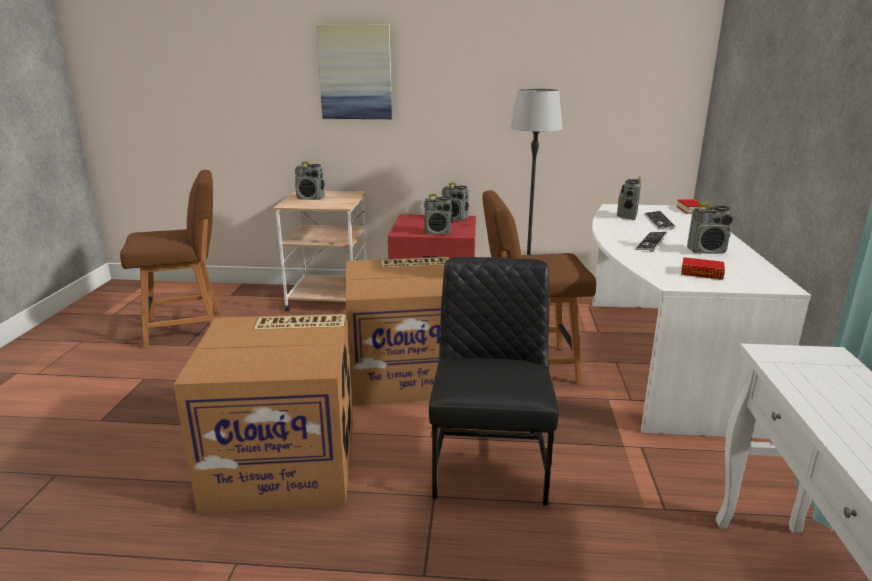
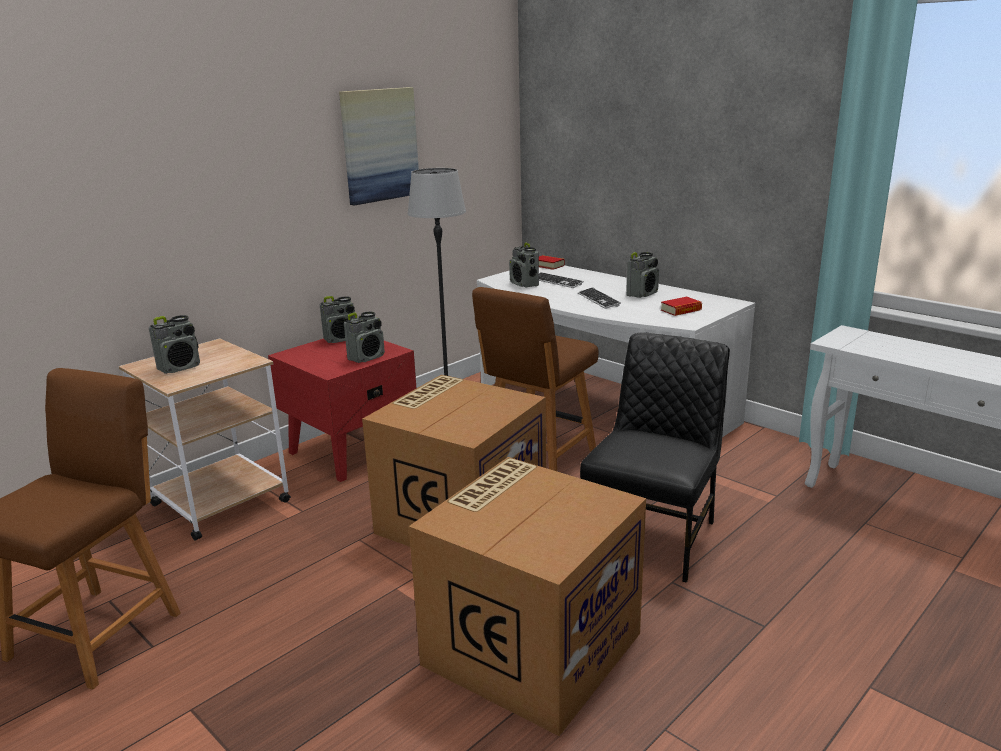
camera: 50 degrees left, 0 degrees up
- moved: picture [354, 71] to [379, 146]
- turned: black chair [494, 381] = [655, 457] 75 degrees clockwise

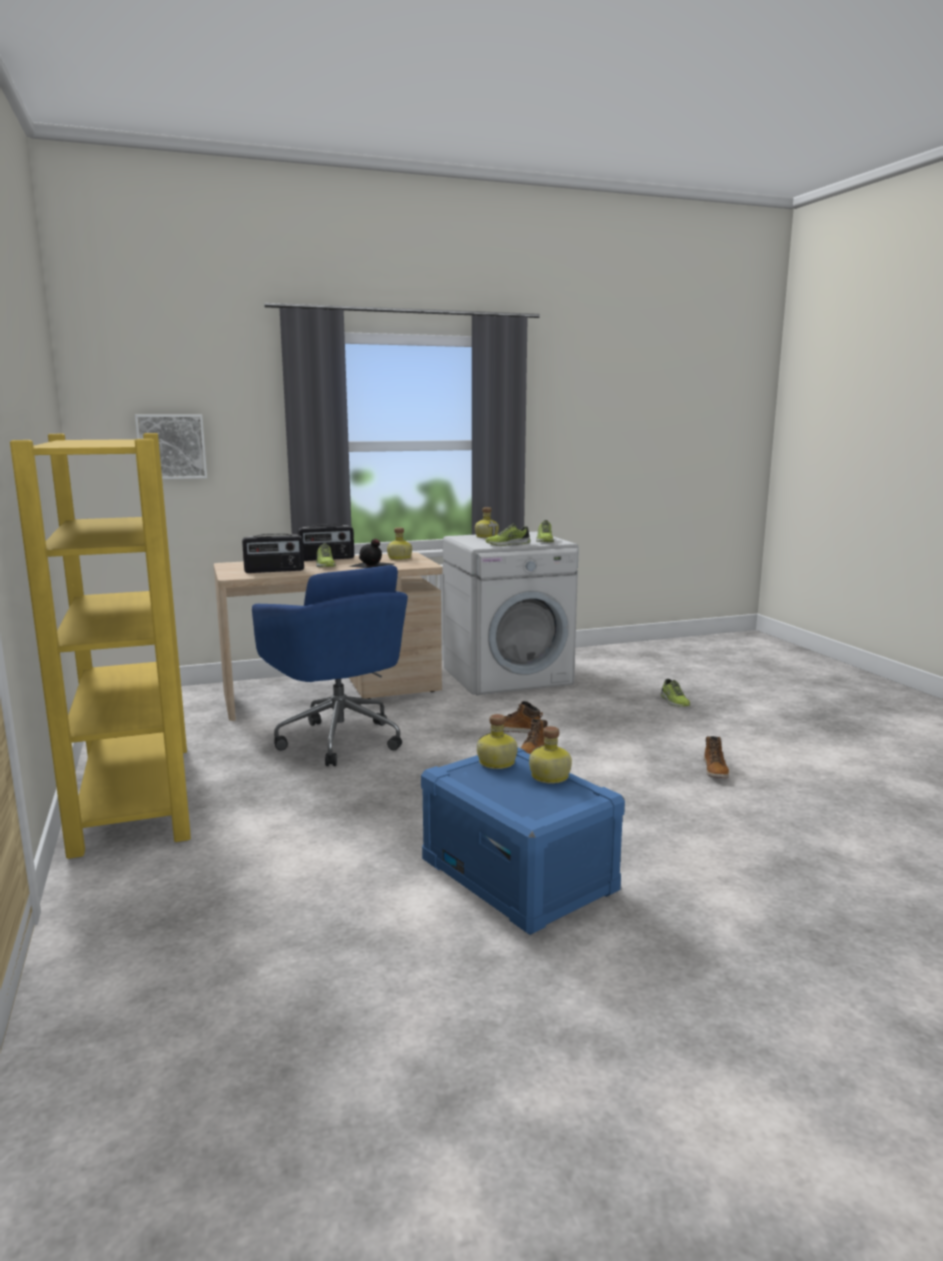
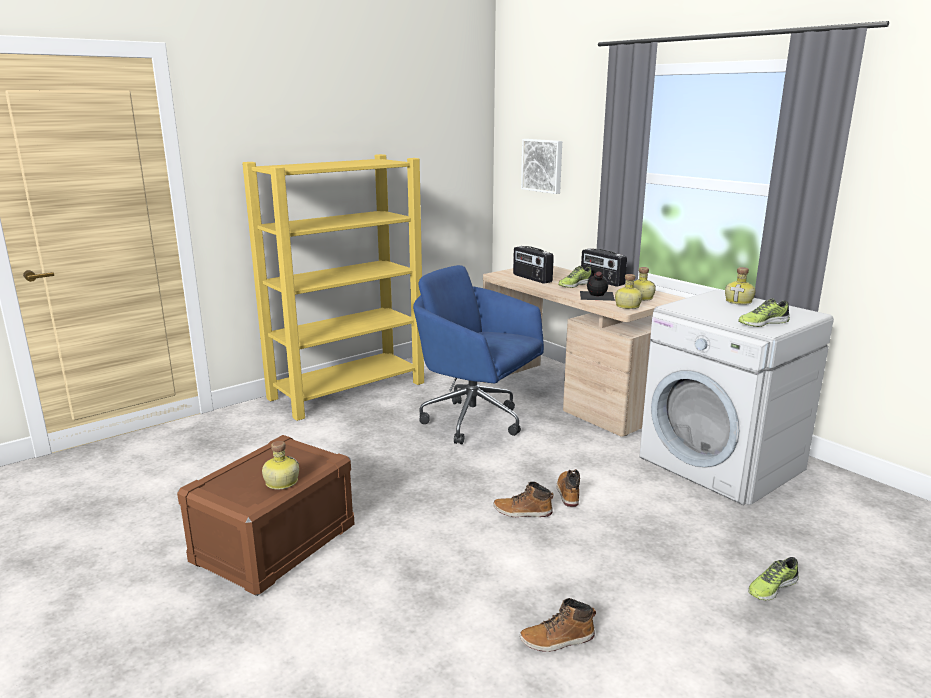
camera: 70 degrees right, 5 degrees up
- removed: shoe [508, 535]
- turned: blue office chair [330, 665] = [478, 354] 90 degrees clockwise
- moved: bottle [497, 741] to [628, 291]
- recoloured: blue storage box [523, 841] to brown storage box [265, 515]

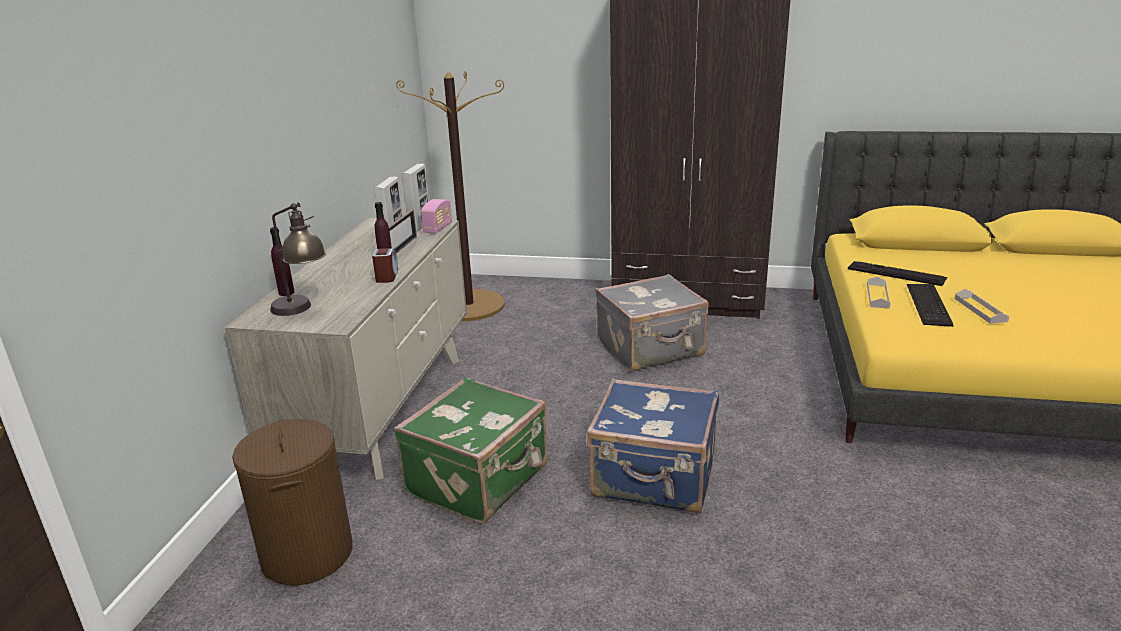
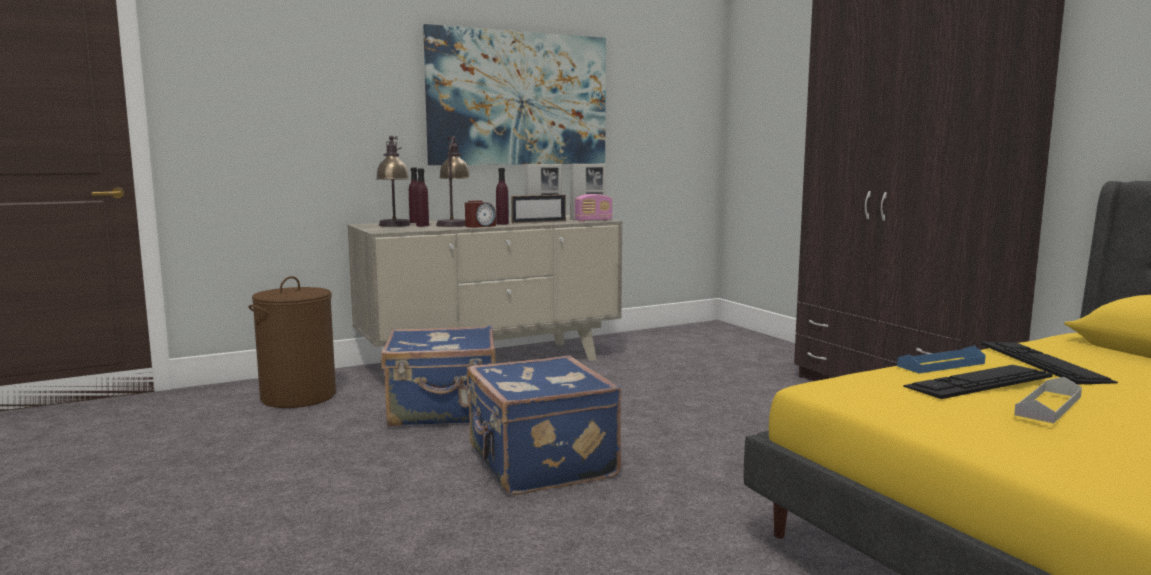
camera: 50 degrees right, 15 degrees down
- removed: brown clothes rack [450, 196]
- removed: grey suitcase [652, 323]
- recoloured: grey tray [879, 292] to blue tray [941, 359]
- recoloured: green suitcase [471, 450] to blue suitcase [438, 376]
- added: picture [514, 94]
- added: table lamp [453, 181]
- added: purple bottle [422, 197]

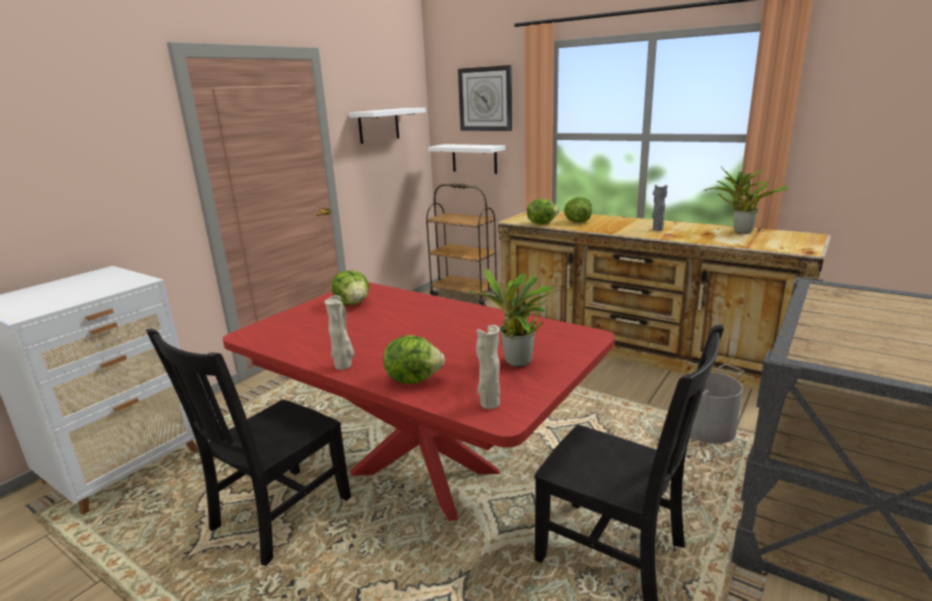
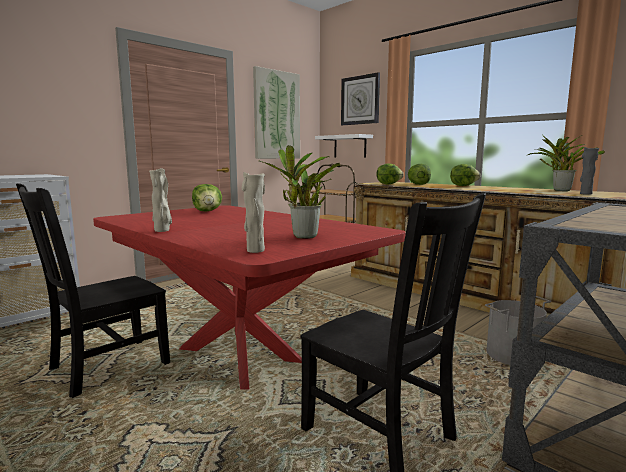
camera: 10 degrees right, 10 degrees down
- replaced: white shelf [387, 126] to picture [276, 112]
- moved: grey vase [660, 207] to [589, 171]
- moved: lettuce [414, 359] to [465, 175]

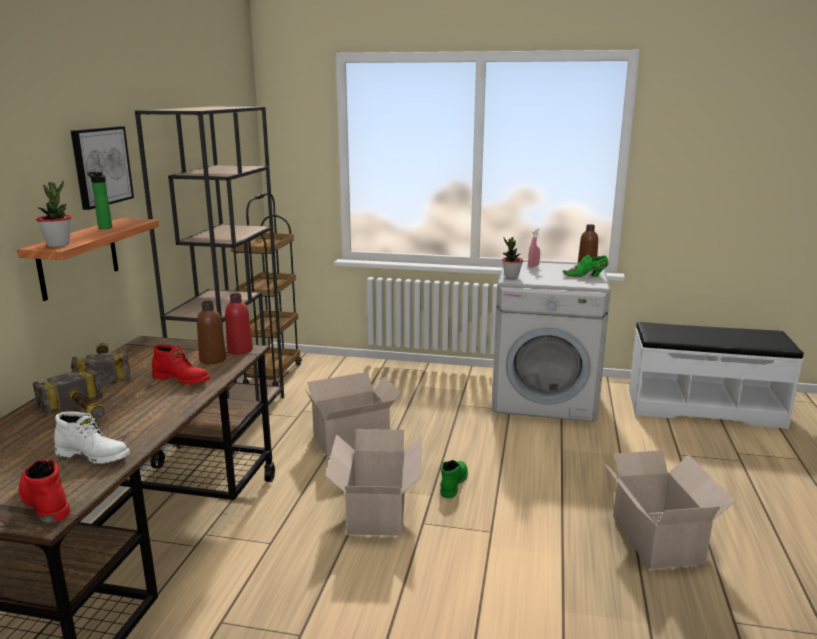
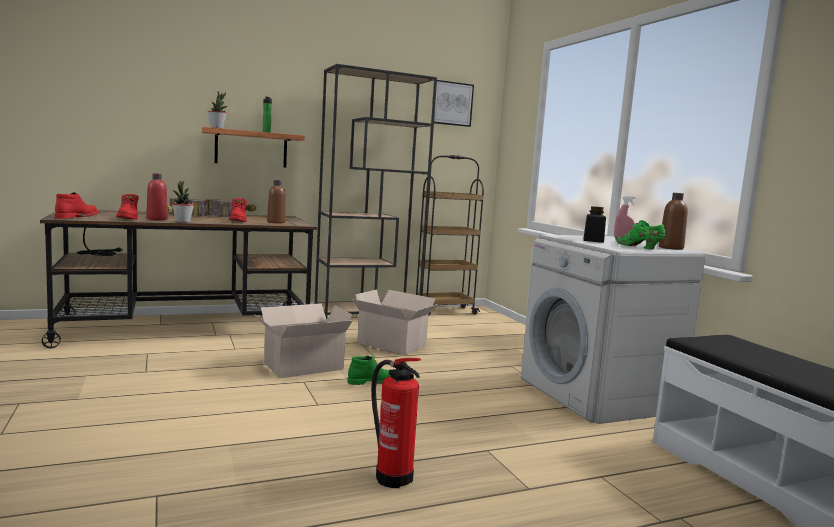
camera: 55 degrees right, 10 degrees down
- moved: picture [102, 168] to [454, 103]
- moved: potted plant [512, 258] to [183, 202]
- moved: red bottle [239, 323] to [157, 196]
- recoloured: white boot [92, 438] to red boot [127, 207]
- replaced: cardboard box [668, 509] to fire extinguisher [396, 423]
- added: black jar [595, 224]

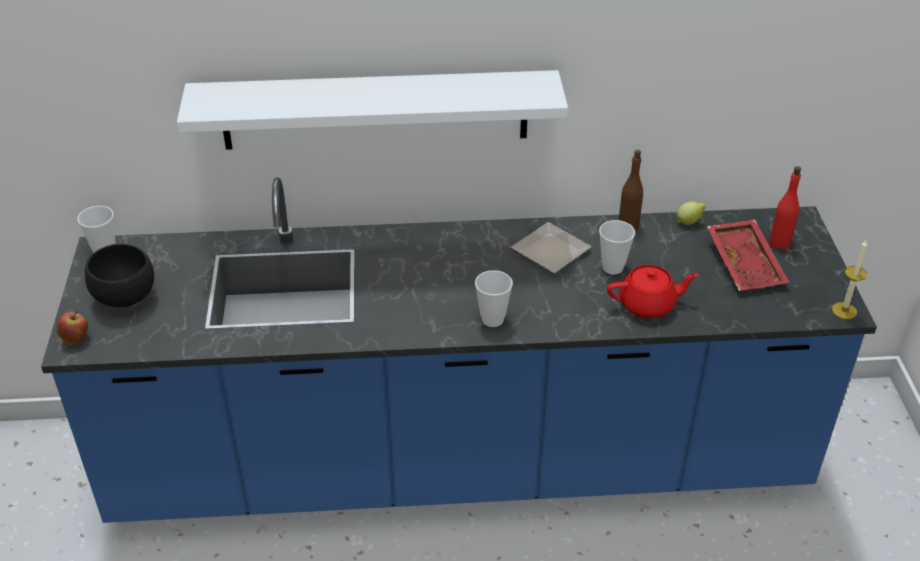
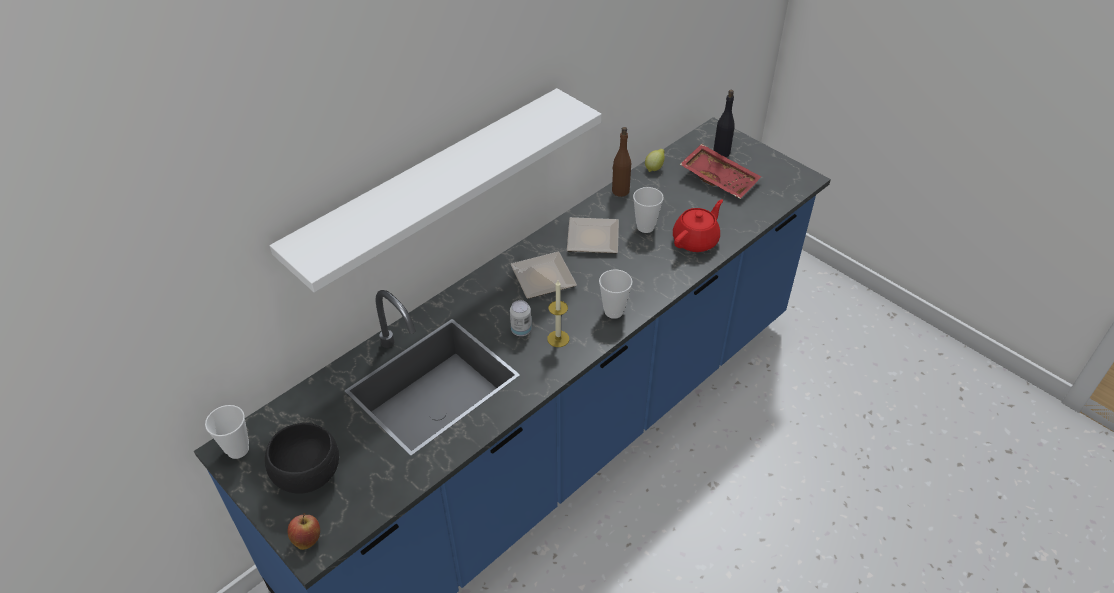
camera: 40 degrees left, 5 degrees up
- recoloured: red bottle [785, 207] to black bottle [724, 123]
- moved: candle [849, 279] to [558, 314]
- added: plate [544, 275]
- added: can [521, 318]

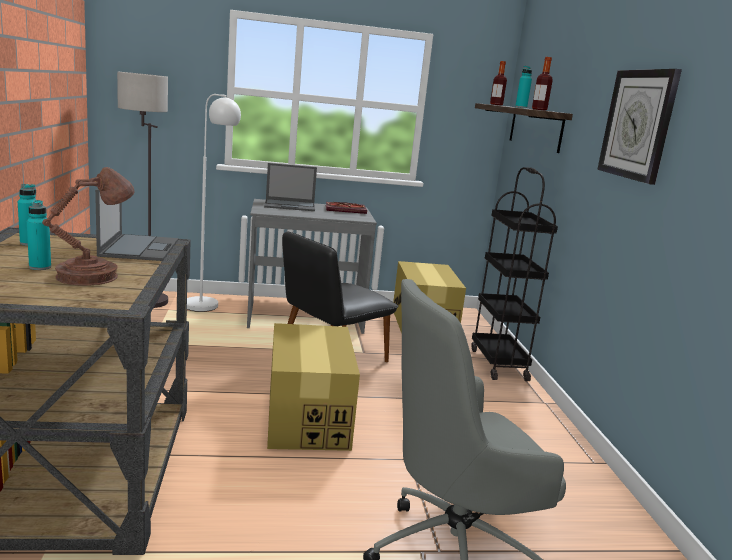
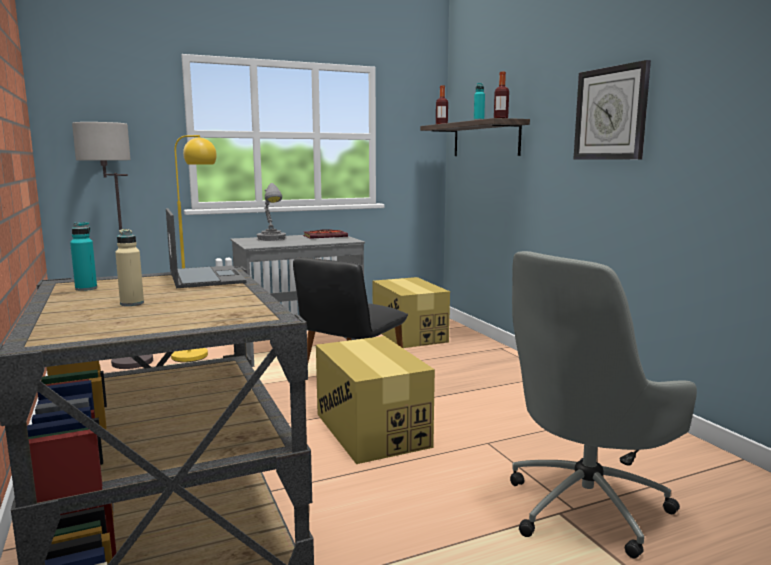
camera: 15 degrees left, 5 degrees down
- recoloured: white floor lamp [214, 203] to yellow floor lamp [194, 248]
- replaced: laptop [290, 187] to grey table lamp [271, 212]
- removed: brown table lamp [88, 226]
- removed: black cart [514, 274]
- recoloured: turquoise bottle [39, 235] to beige bottle [129, 267]

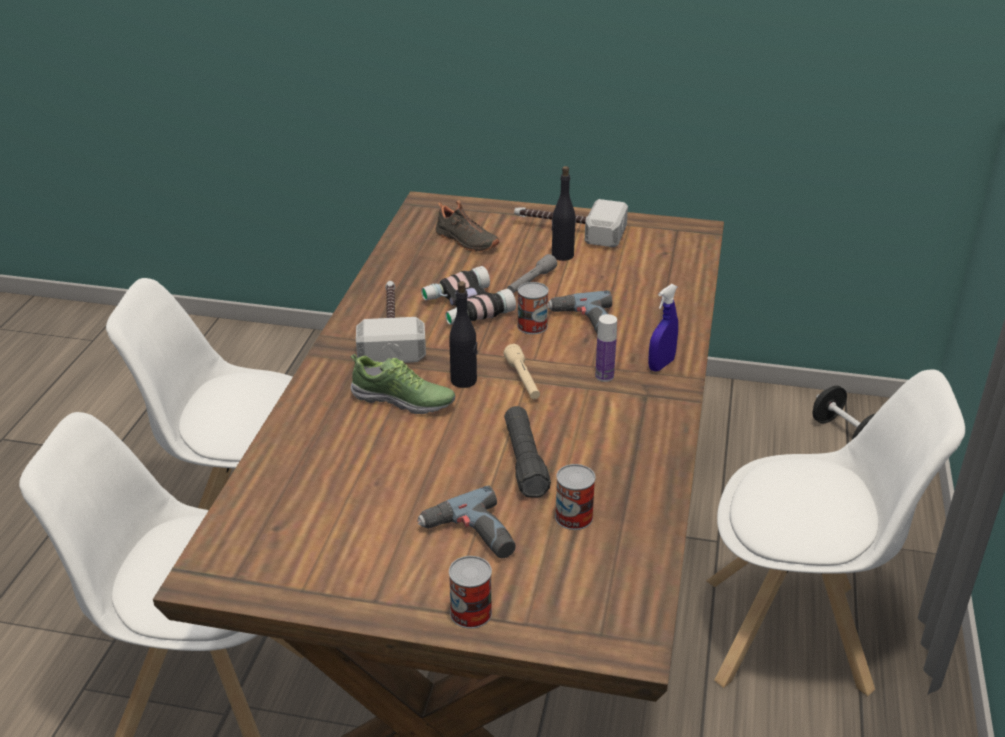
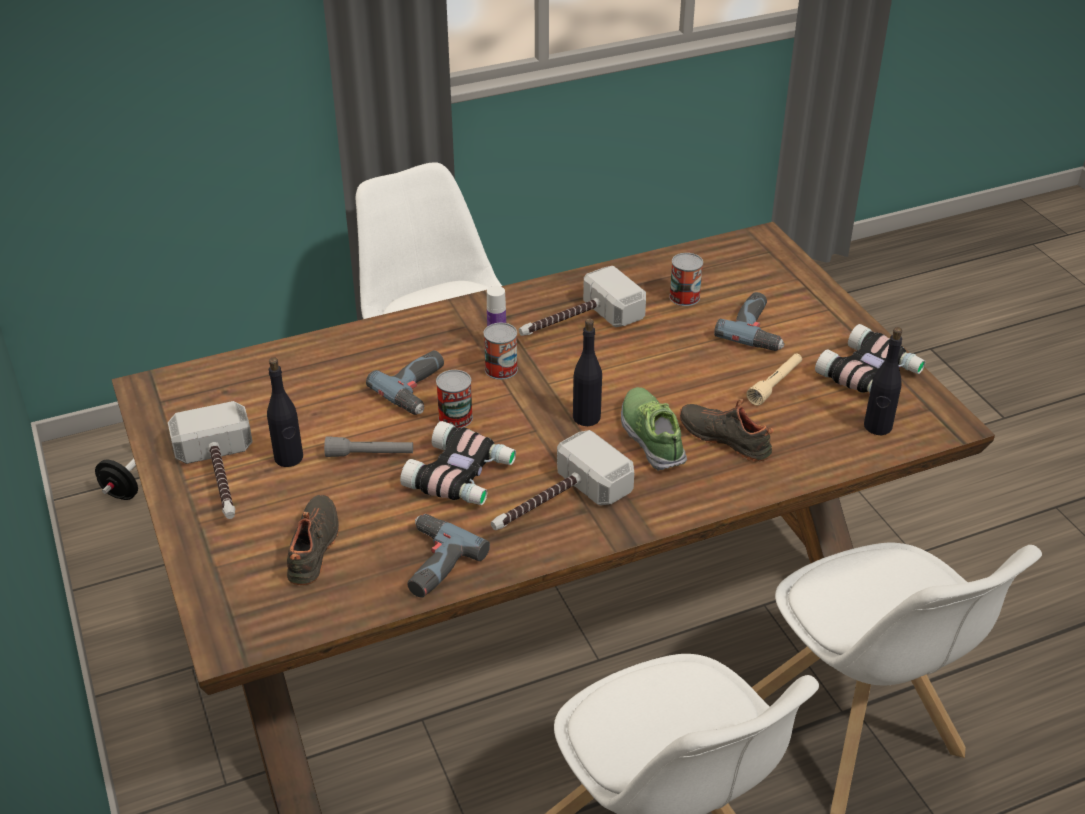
camera: 125 degrees left, 5 degrees up
- removed: blue spray bottle [663, 327]
- moved: beige flashlight [522, 371] to [774, 379]
- removed: black flashlight [527, 452]
- moved: can [470, 592] to [500, 351]
- added: hammer [582, 301]
- added: binoculars [870, 358]
- added: black bottle [883, 381]
- added: black shoe [726, 430]
- added: power drill [448, 556]

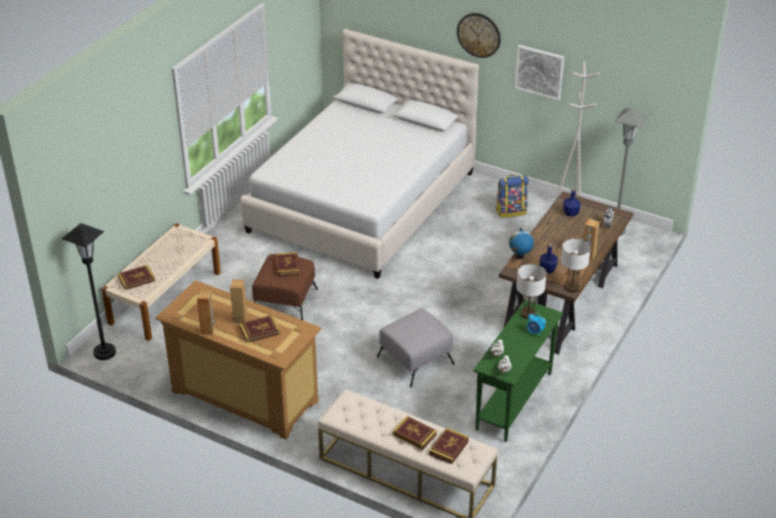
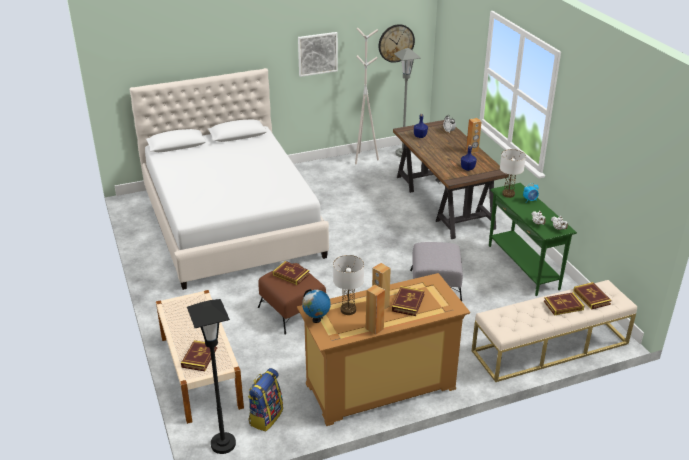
camera: 50 degrees left, 5 degrees down
- moved: wall clock [479, 35] to [397, 43]
- moved: backpack [512, 196] to [265, 400]
- moved: globe [521, 243] to [316, 306]
- moved: table lamp [576, 265] to [348, 285]

